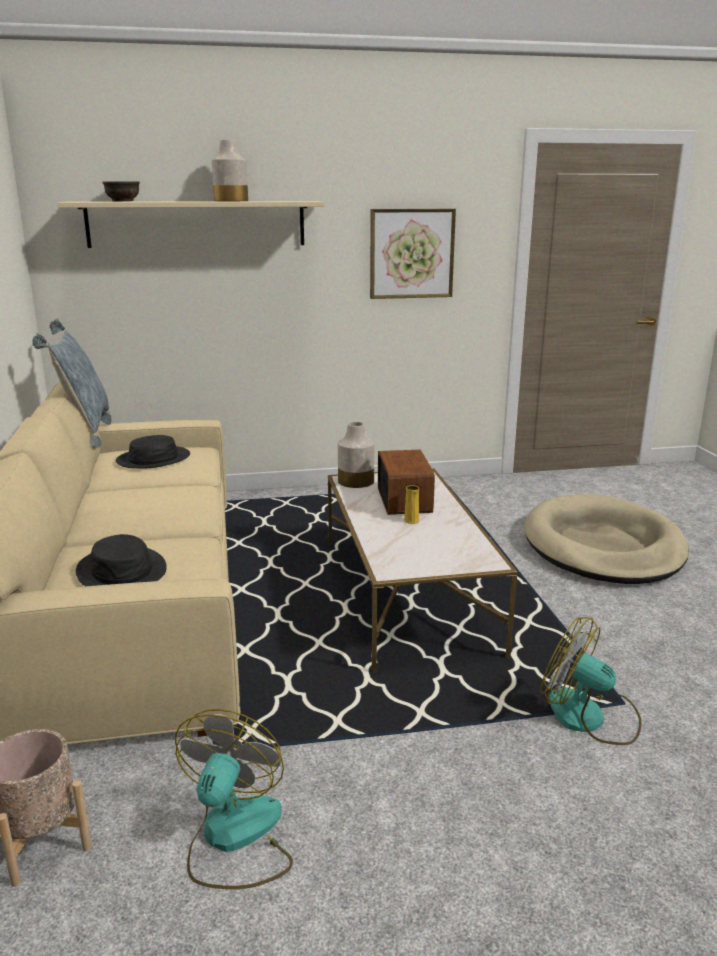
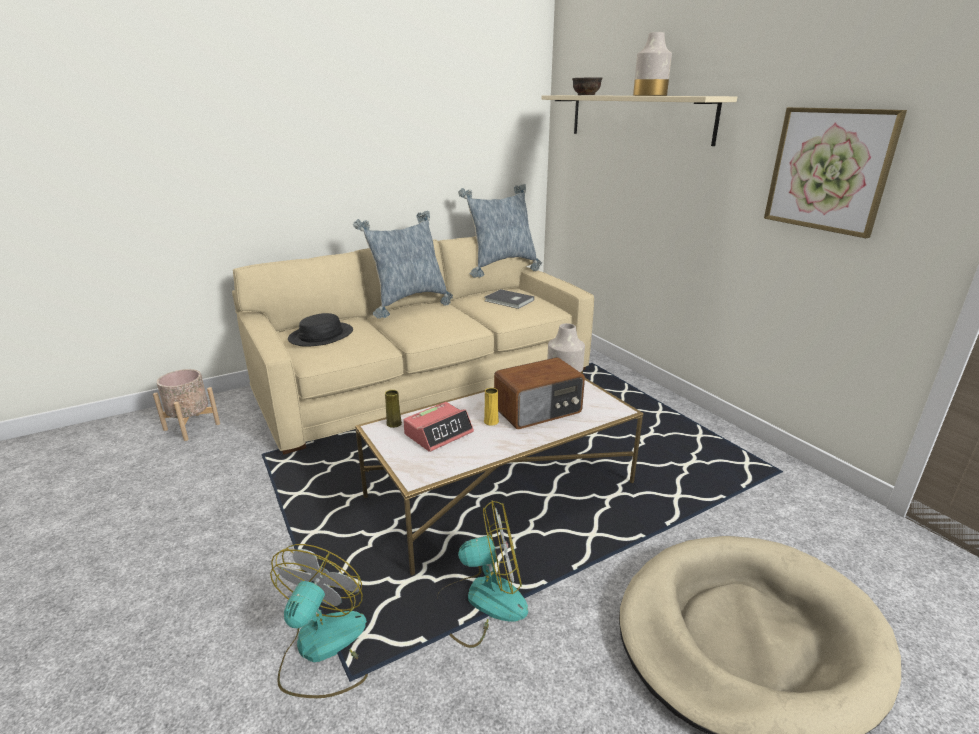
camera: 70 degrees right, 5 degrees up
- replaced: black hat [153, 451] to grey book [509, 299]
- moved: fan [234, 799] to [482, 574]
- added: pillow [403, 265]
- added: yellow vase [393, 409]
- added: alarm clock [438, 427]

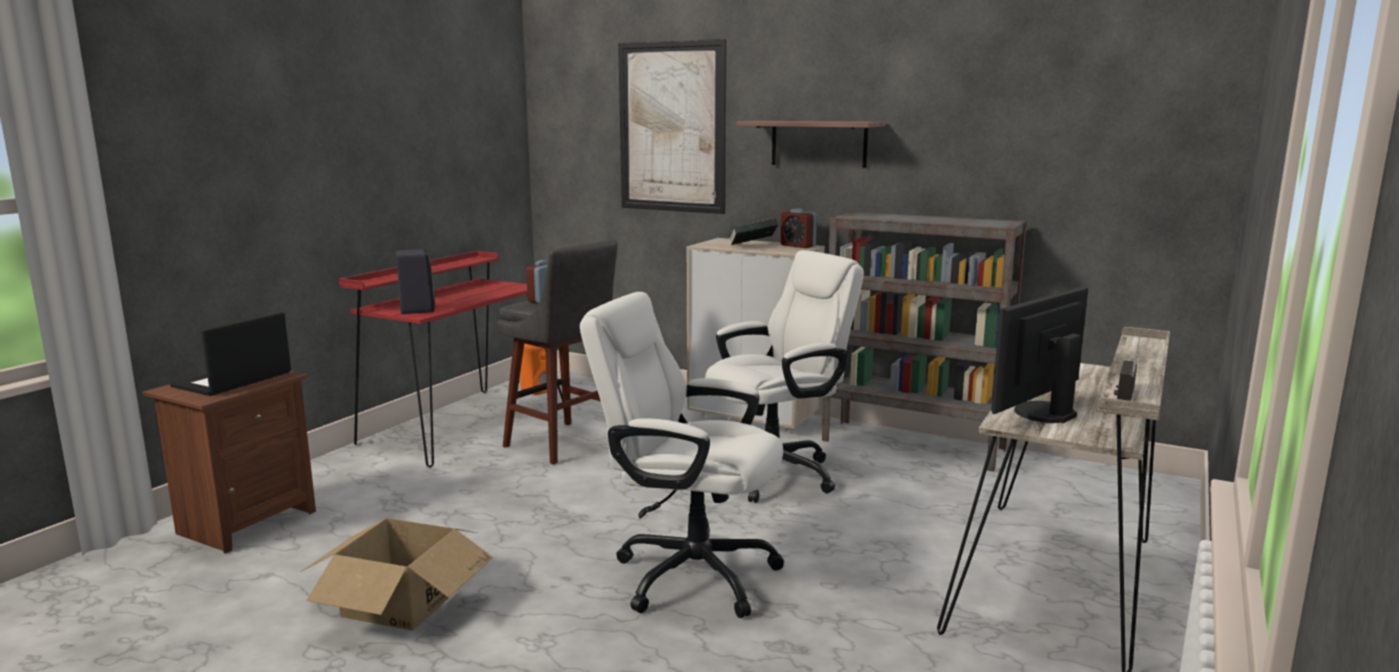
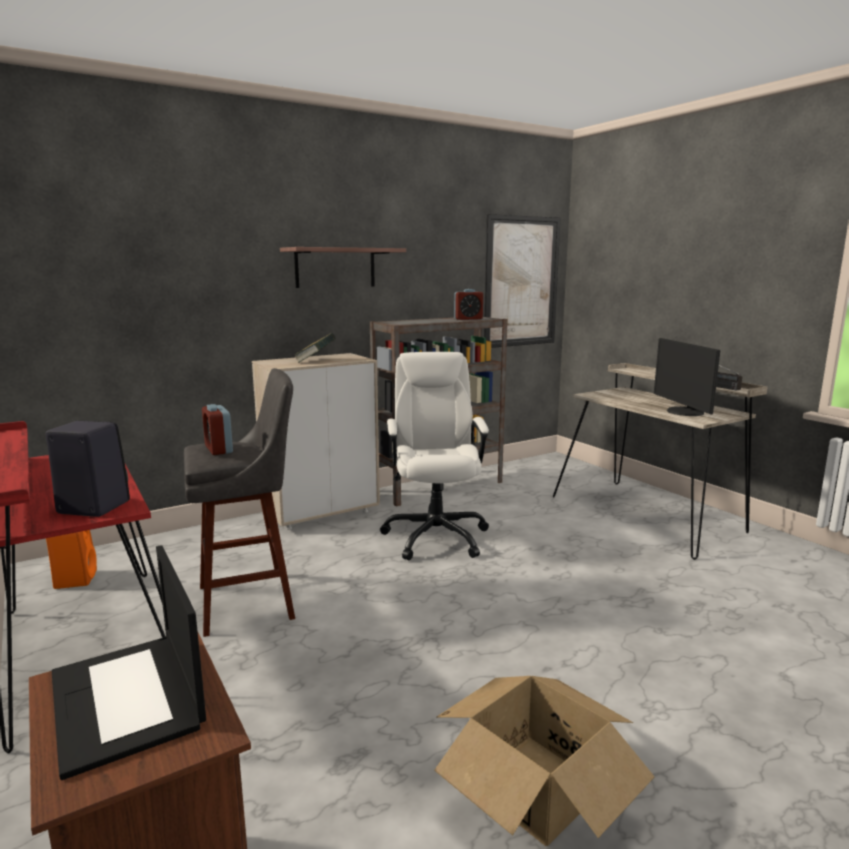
camera: 60 degrees left, 0 degrees up
- moved: picture [672, 126] to [522, 281]
- moved: alarm clock [798, 228] to [468, 304]
- removed: white office chair [682, 455]

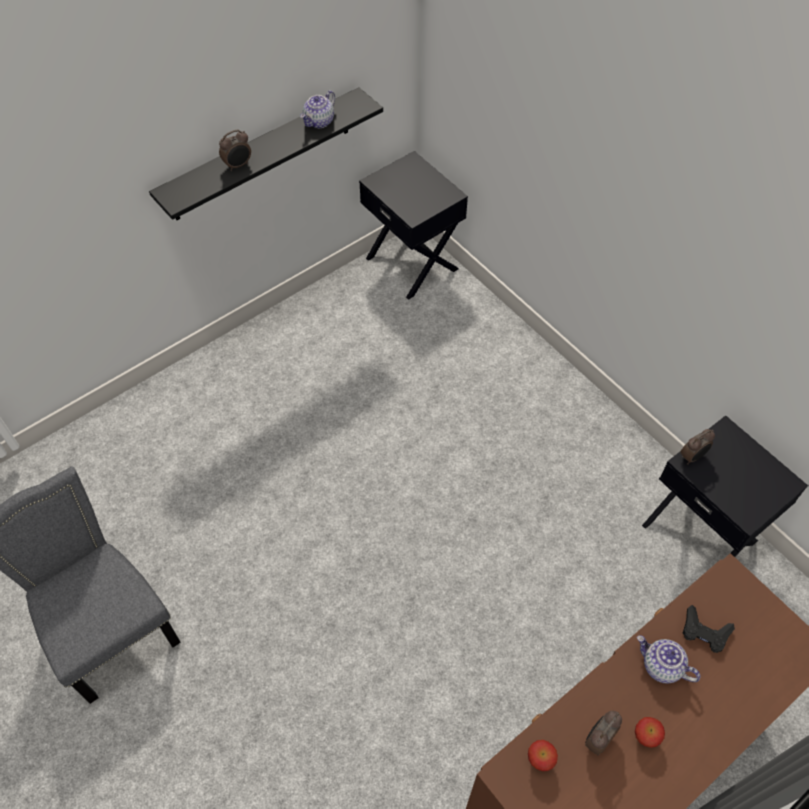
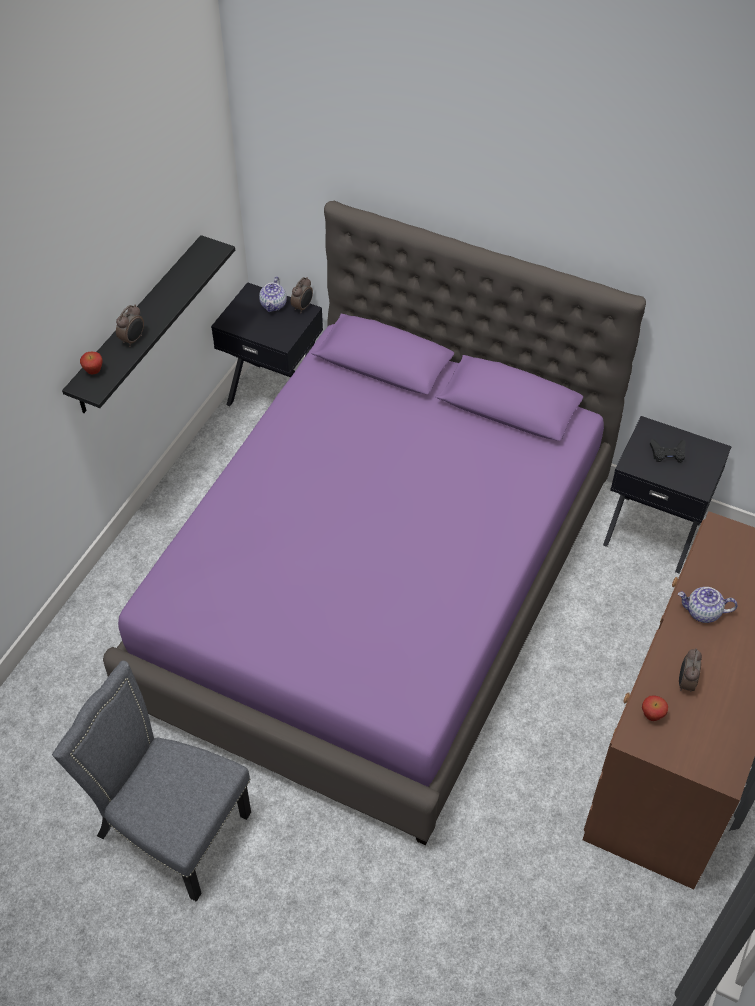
camera: 25 degrees left, 5 degrees down
- moved: teapot [317, 109] to [273, 294]
- moved: alarm clock [697, 446] to [302, 295]
- moved: black game controller [709, 629] to [668, 451]
- moved: apple [650, 732] to [91, 363]
- added: purple bed [374, 522]

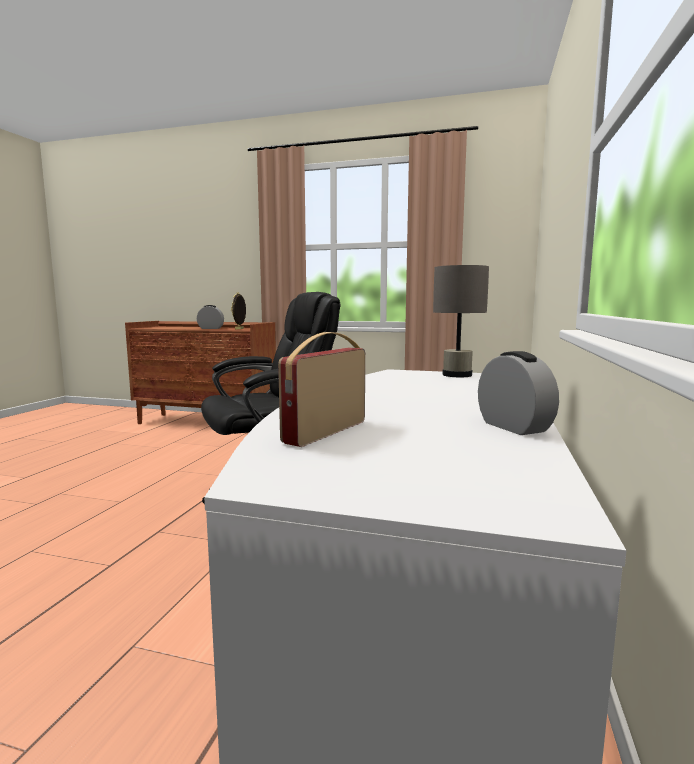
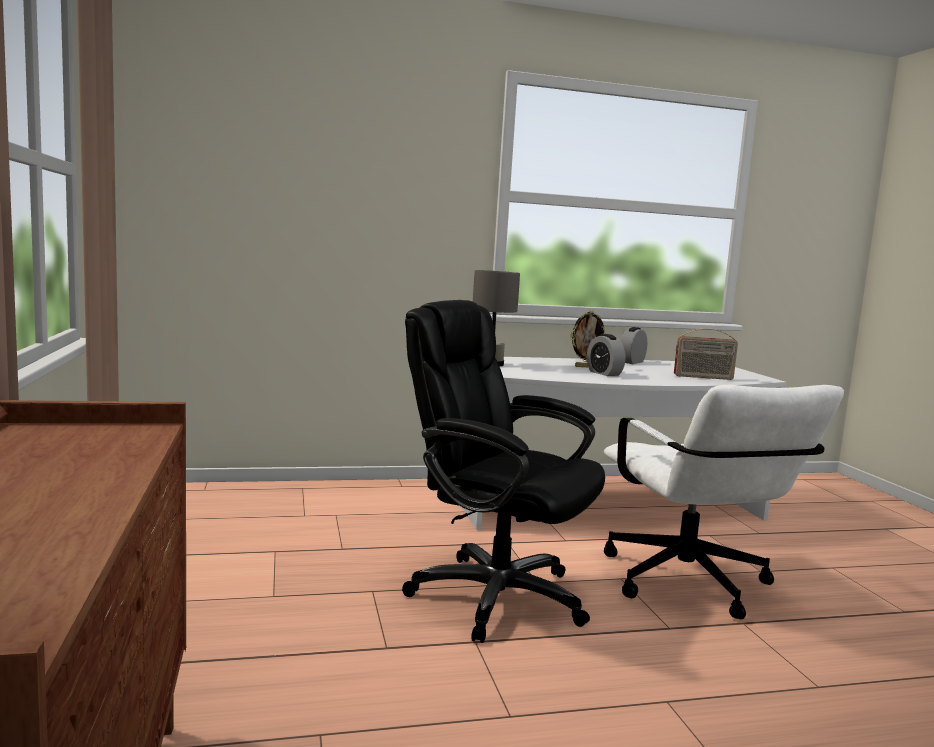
camera: 120 degrees left, 0 degrees up
- moved: picture frame [238, 311] to [587, 338]
- moved: alarm clock [210, 317] to [606, 355]
- added: white office chair [724, 502]

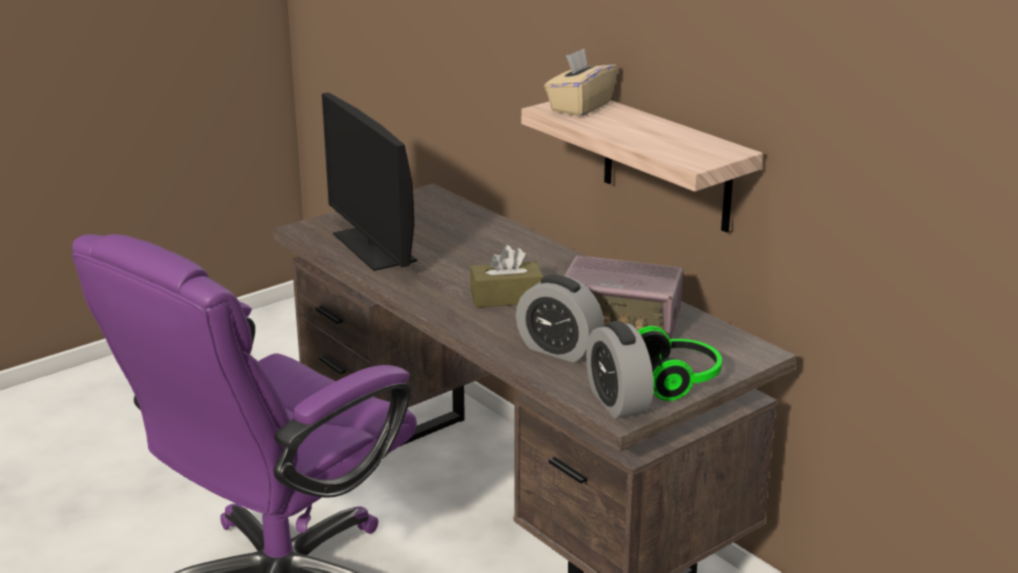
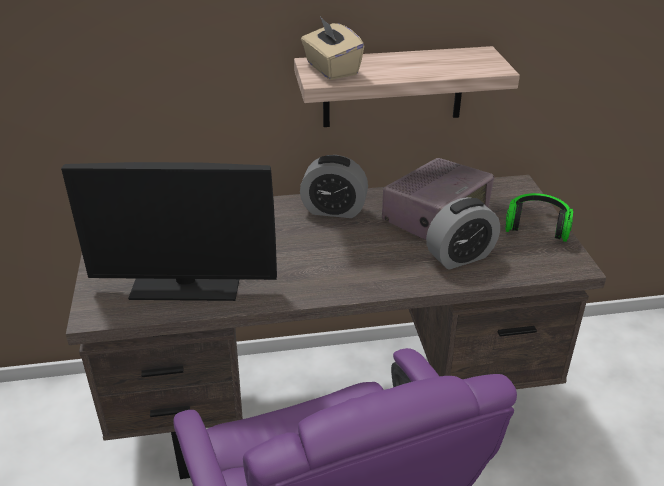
camera: 60 degrees left, 10 degrees up
- removed: brown tissue box [506, 276]
- moved: alarm clock [620, 370] to [334, 186]

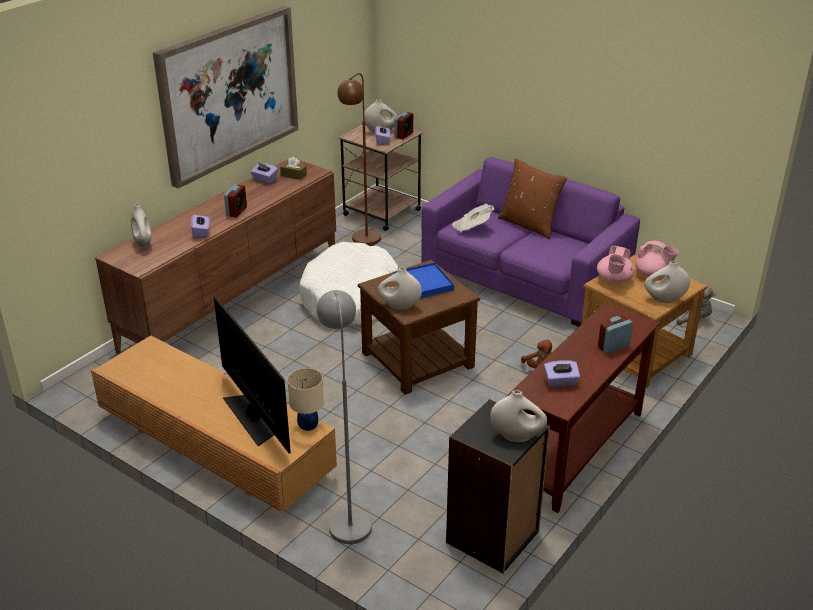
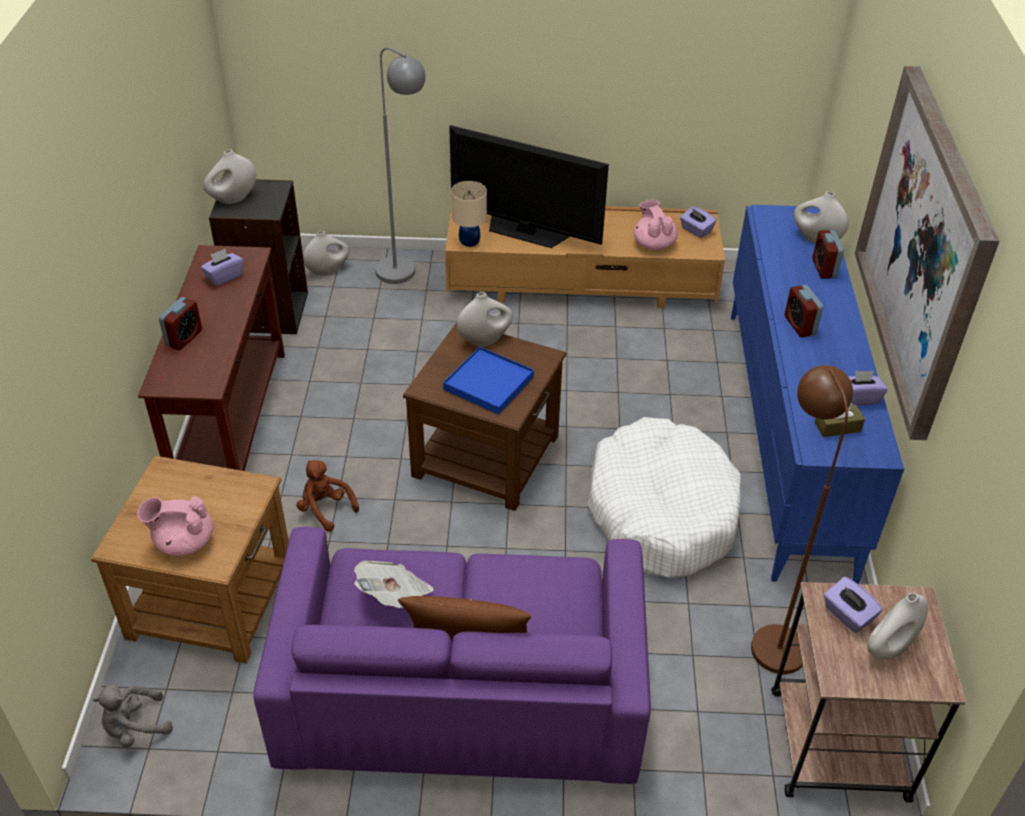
camera: 145 degrees right, 10 degrees up
- moved: alarm clock [403, 125] to [828, 254]
- recoloured: brown cabinet [215, 255] to blue cabinet [817, 394]
- moved: newspaper [473, 218] to [394, 584]
- moved: purple tissue box [200, 226] to [698, 222]
- moved: pink teapot [615, 264] to [656, 225]
- moved: white vase [667, 282] to [326, 253]

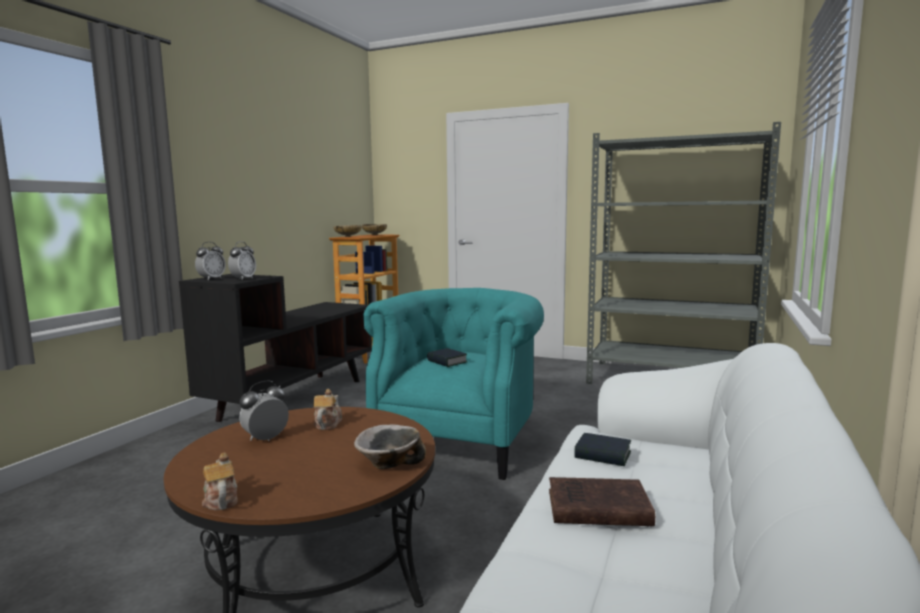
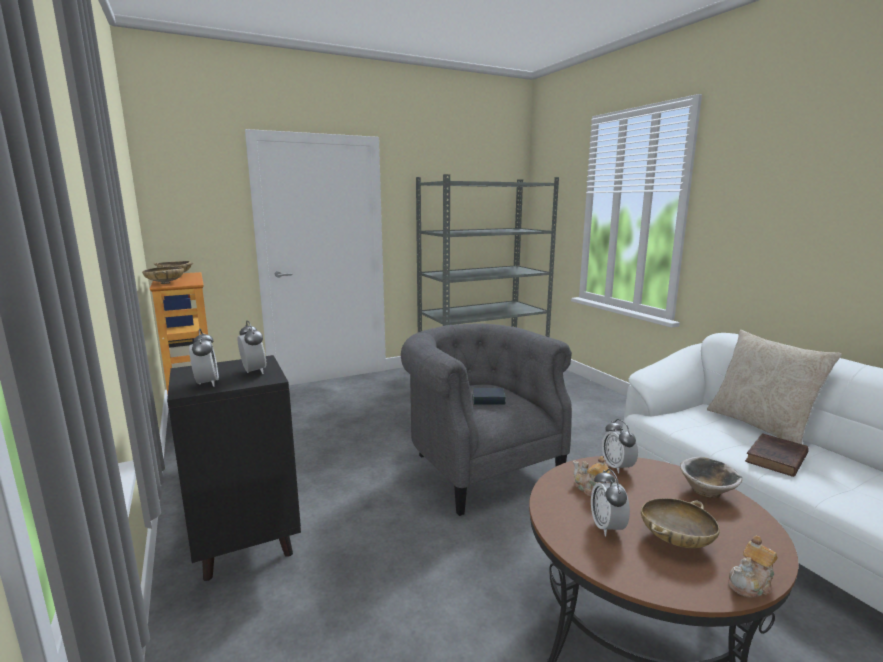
camera: 50 degrees left, 5 degrees up
- recoloured: turquoise armchair [453, 384] to grey armchair [486, 419]
- removed: book [602, 449]
- turned: teapot [220, 481] = [753, 566] 45 degrees counterclockwise
- added: beige pillow [774, 387]
- added: alarm clock [620, 446]
- added: beige bowl [680, 523]

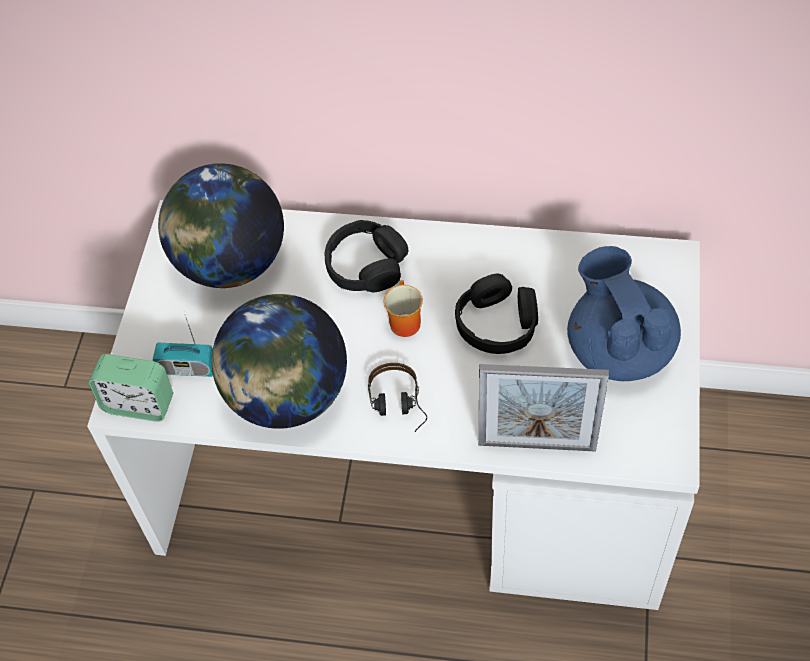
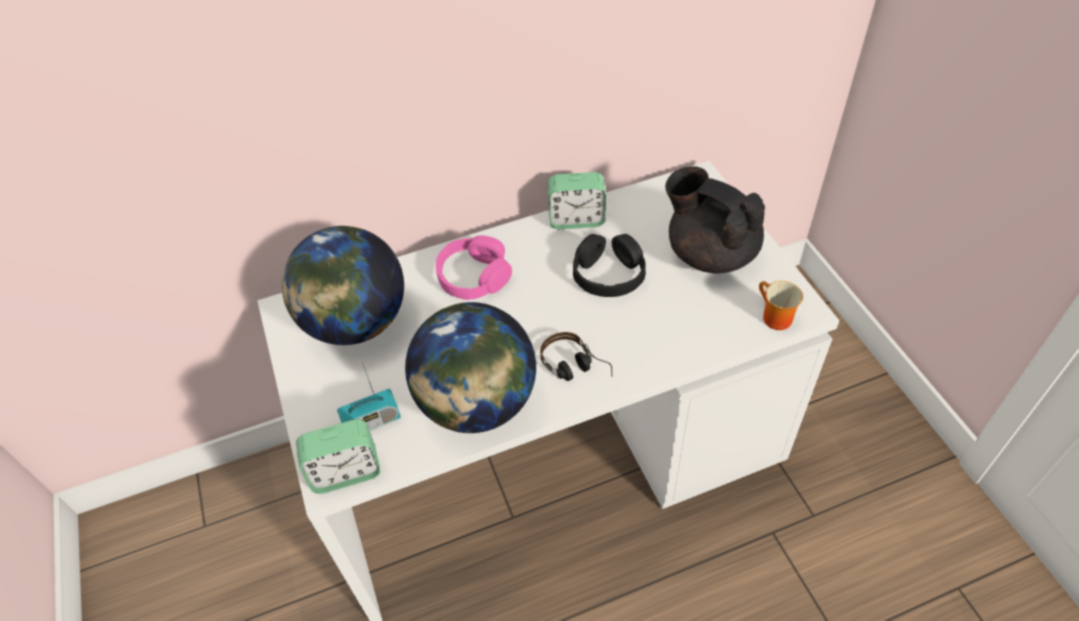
camera: 30 degrees left, 5 degrees down
- recoloured: black headphones [366, 256] to pink headphones [474, 267]
- recoloured: blue teapot [624, 313] to black teapot [715, 219]
- moved: mug [403, 308] to [781, 305]
- removed: picture frame [544, 408]
- added: alarm clock [577, 200]

